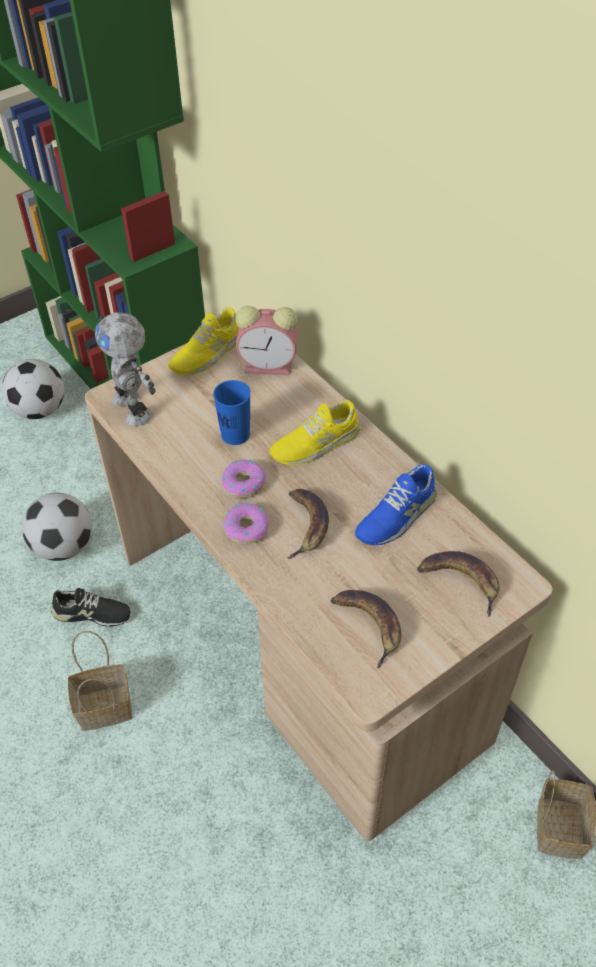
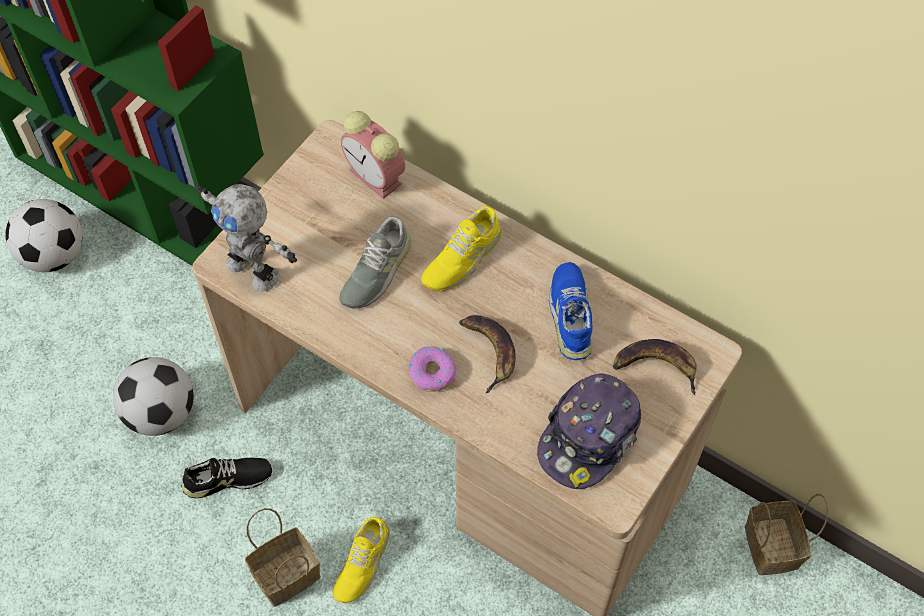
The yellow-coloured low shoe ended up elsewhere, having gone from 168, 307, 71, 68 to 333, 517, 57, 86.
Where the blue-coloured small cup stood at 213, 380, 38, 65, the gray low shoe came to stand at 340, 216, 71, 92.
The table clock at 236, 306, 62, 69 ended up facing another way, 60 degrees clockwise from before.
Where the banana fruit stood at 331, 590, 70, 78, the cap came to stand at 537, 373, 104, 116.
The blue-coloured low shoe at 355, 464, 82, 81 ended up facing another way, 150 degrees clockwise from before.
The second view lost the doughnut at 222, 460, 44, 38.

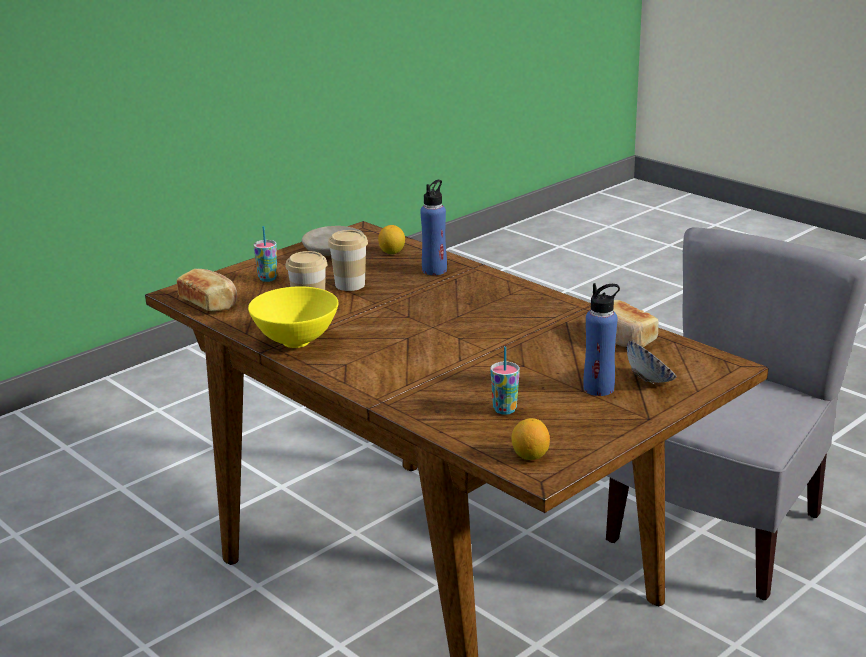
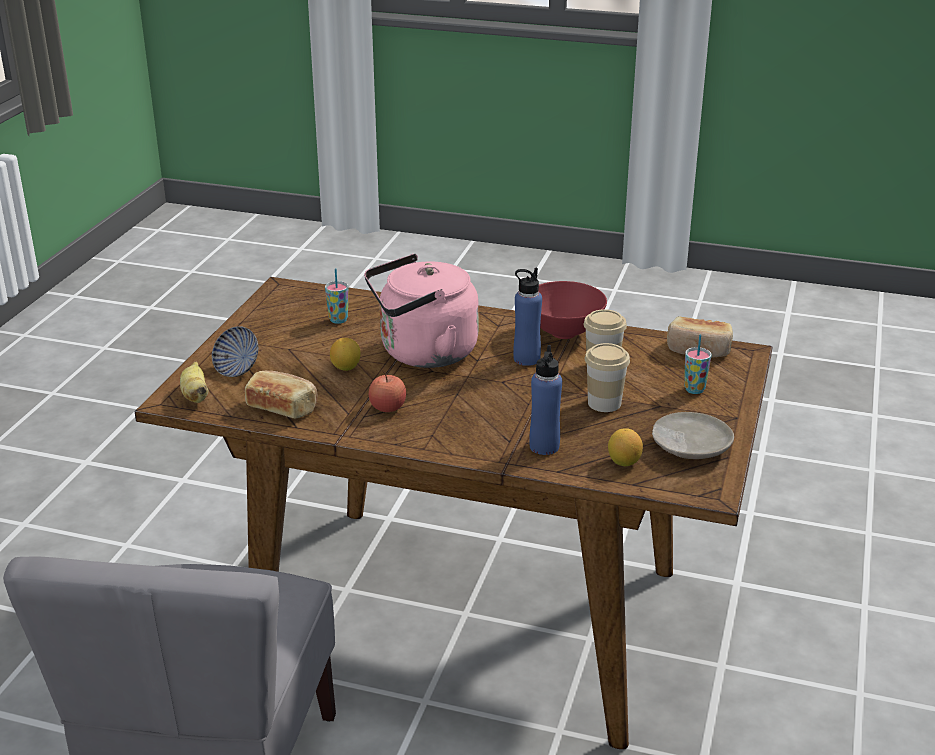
The second view gained the banana fruit at 180, 361, 28, 42.
The lemon ended up elsewhere, having gone from 512, 418, 38, 42 to 330, 338, 31, 33.
The second view gained the pinkish kettle at 364, 254, 115, 114.
The second view gained the apple fruit at 369, 371, 37, 41.
The blue-coloured drink bottle ended up elsewhere, having gone from 583, 283, 37, 113 to 513, 268, 29, 98.
What was the yellow-coloured bowl at 248, 286, 91, 62 turned into the red bowl at 538, 281, 69, 58.

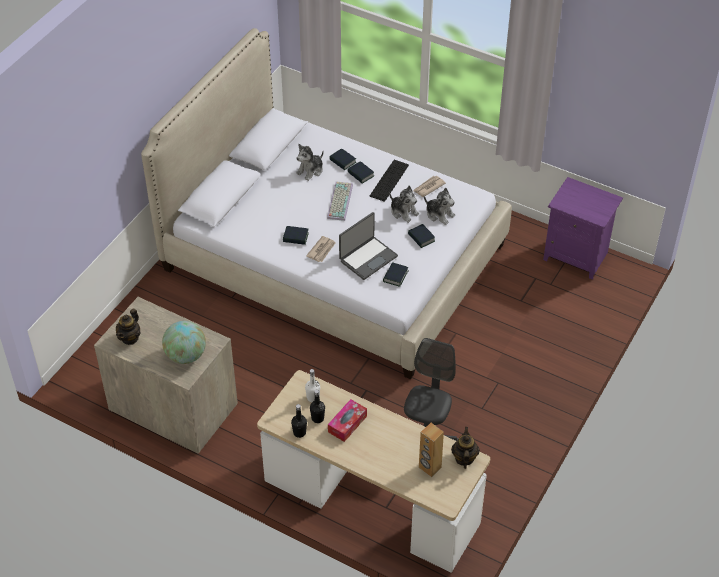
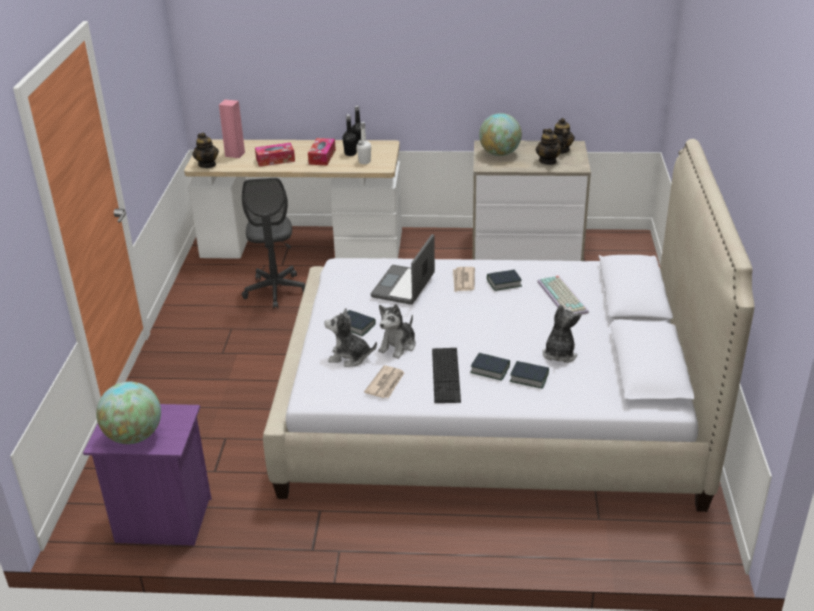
The second view gained the desk globe at 96, 382, 65, 62.
What was the brown loudspeaker at 419, 423, 25, 54 turned into the pinkish loudspeaker at 219, 99, 26, 59.
The second view gained the tissue box at 255, 143, 40, 24.
The soft toy at 389, 186, 30, 37 ended up facing another way, 75 degrees counterclockwise from before.
The second view gained the pot for tea at 536, 128, 26, 37.
The keyboard ended up elsewhere, having gone from 327, 181, 26, 40 to 537, 276, 52, 39.
The second view lost the volume at 383, 262, 25, 25.

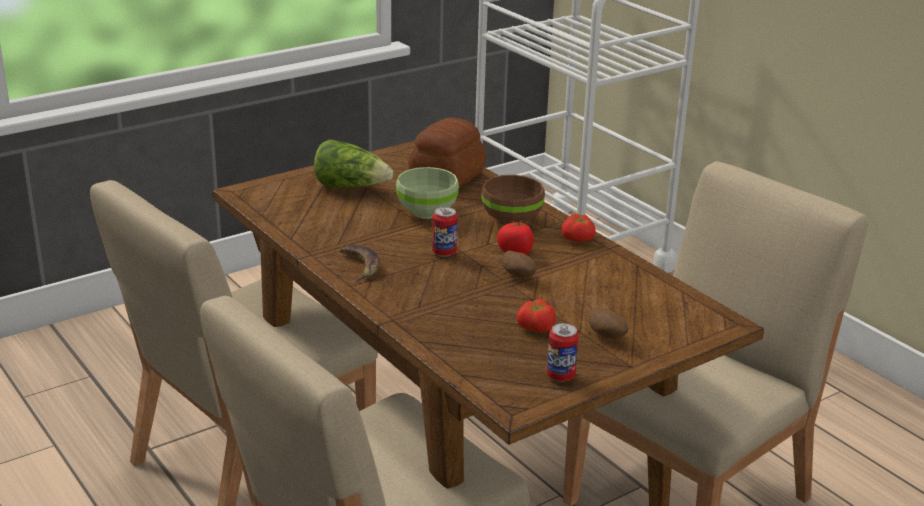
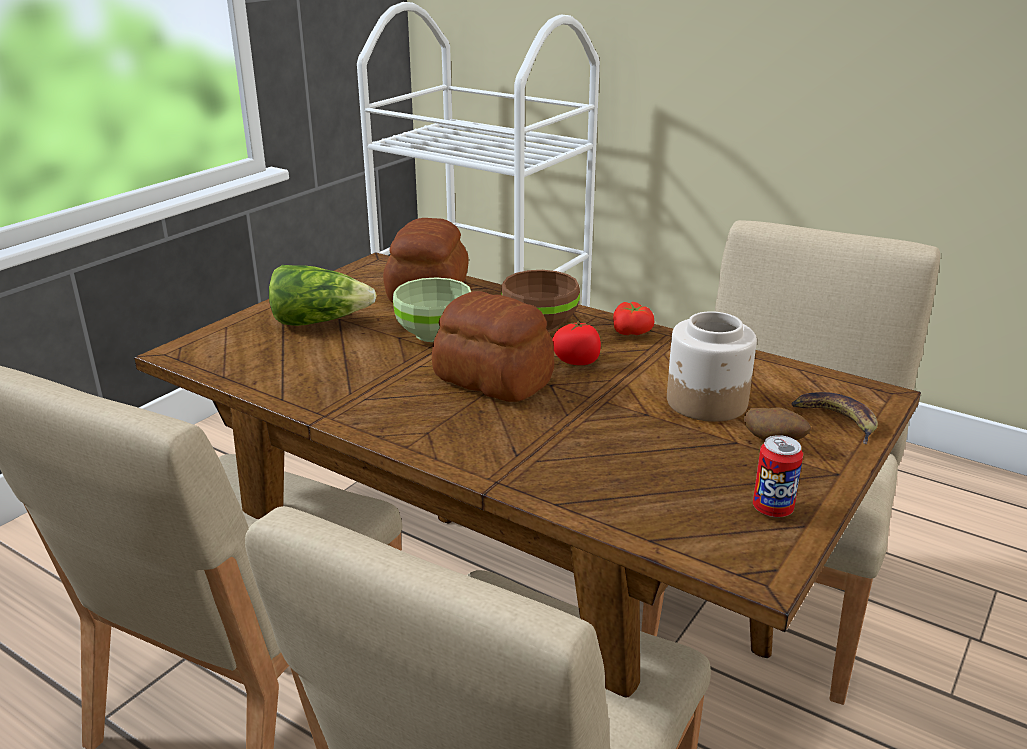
Where the can stood at 432, 207, 26, 50, the bakery bread came to stand at 432, 291, 122, 111.
The second view gained the jar at 667, 311, 90, 111.
The banana fruit ended up elsewhere, having gone from 340, 245, 40, 38 to 792, 392, 86, 52.
The second view lost the whole potato at 502, 250, 35, 28.
The second view lost the whole tomato at 517, 299, 39, 33.

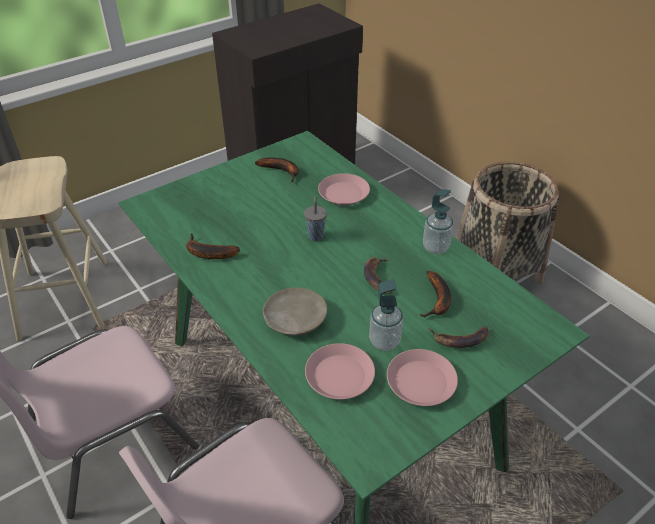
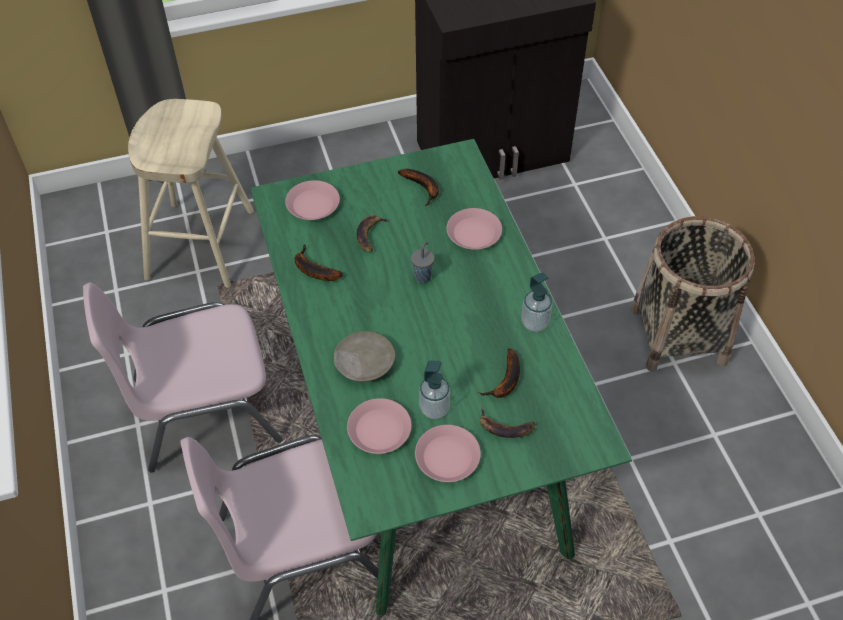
The second view gained the pinkish flat dish at 285, 180, 55, 40.
The banana fruit ended up elsewhere, having gone from 364, 257, 28, 37 to 357, 215, 34, 38.

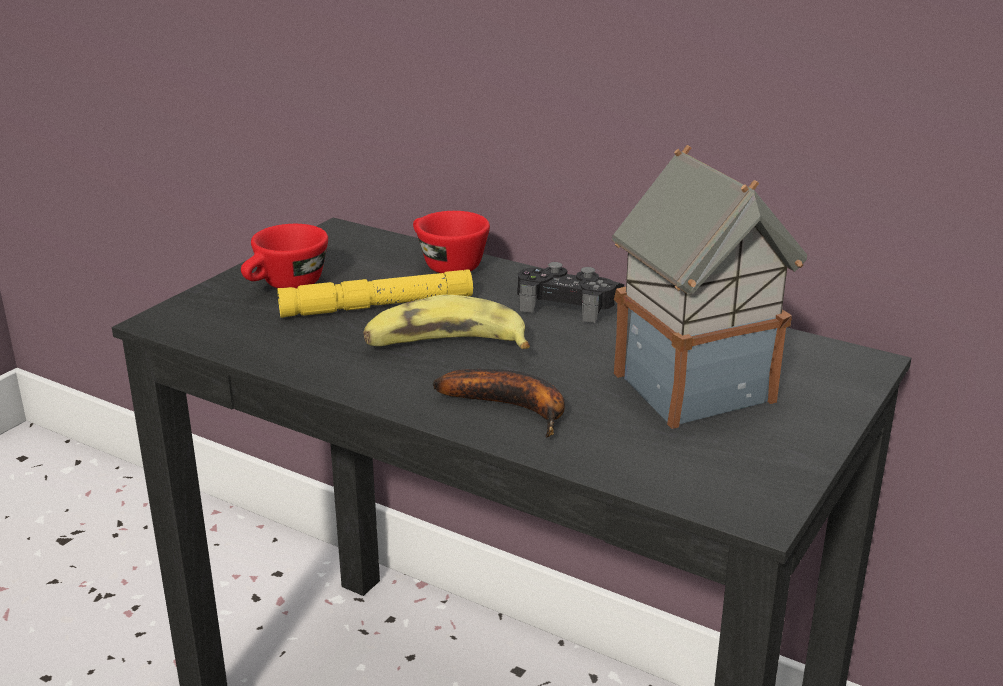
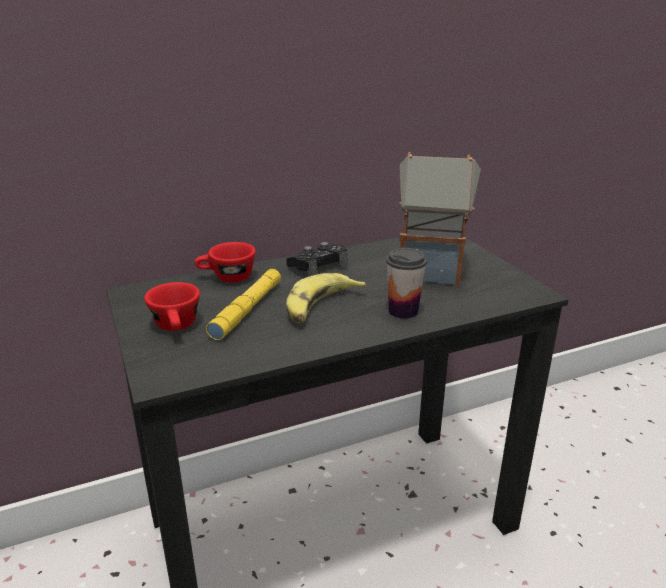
Where the banana fruit stood at 433, 369, 132, 69, the small cup came to stand at 386, 248, 41, 71.

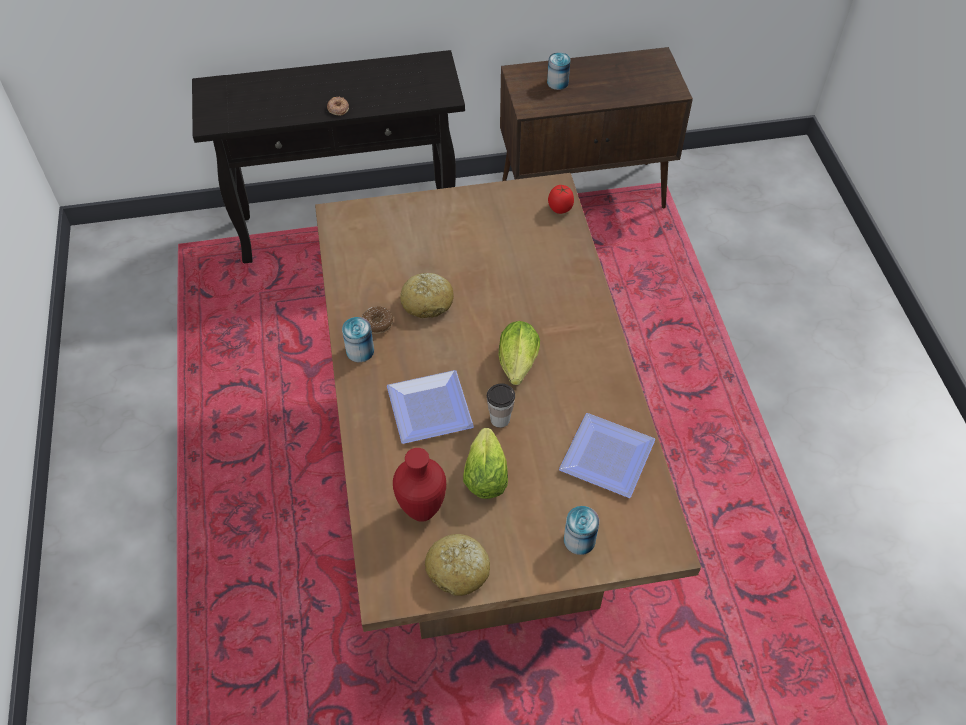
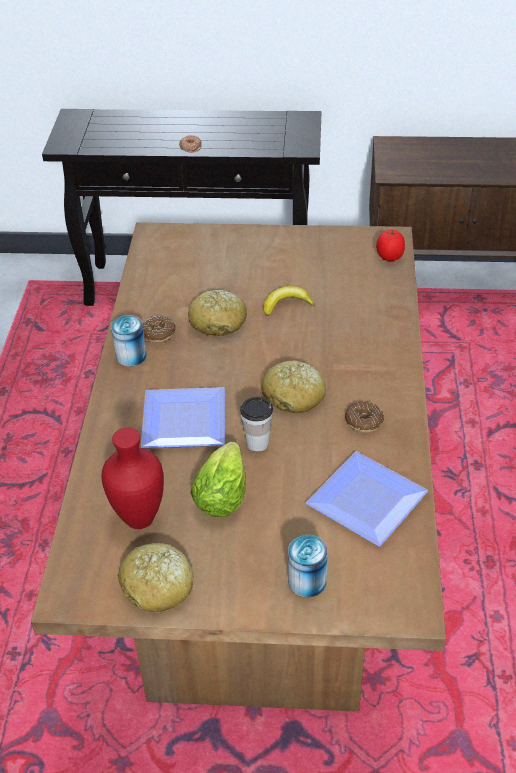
Where the lettuce stood at 499, 321, 41, 64, the bakery bread came to stand at 262, 360, 64, 53.
The second view gained the banana fruit at 264, 286, 51, 30.
The second view gained the doughnut at 345, 401, 39, 32.
The second view lost the can at 547, 52, 24, 38.

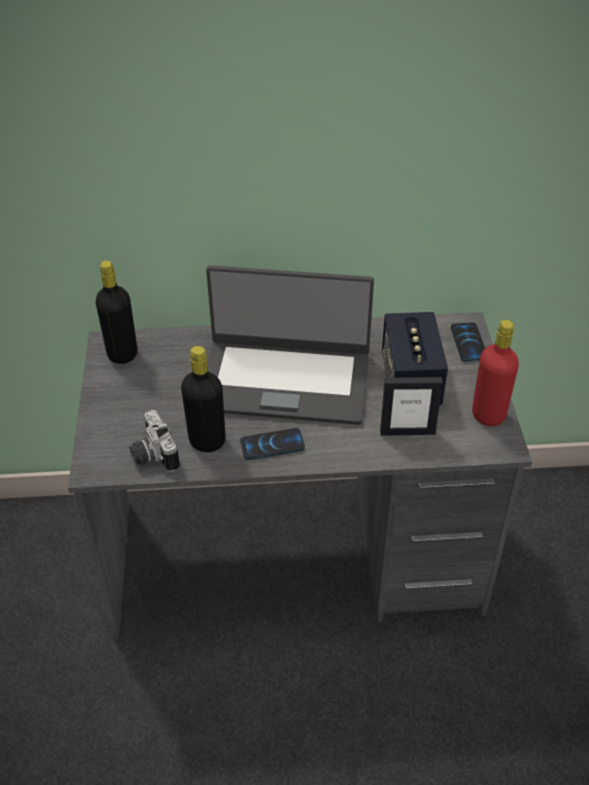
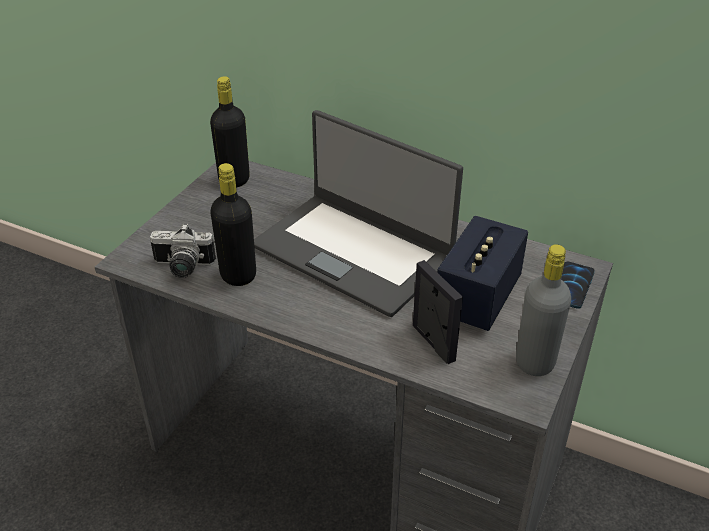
The still camera at 129, 410, 51, 62 ended up facing another way, 90 degrees counterclockwise from before.
The photo frame at 380, 377, 63, 59 ended up facing another way, 150 degrees counterclockwise from before.
What was the red drink bottle at 472, 320, 47, 106 turned into the gray drink bottle at 516, 244, 55, 132.
The second view lost the handset at 240, 428, 65, 32.

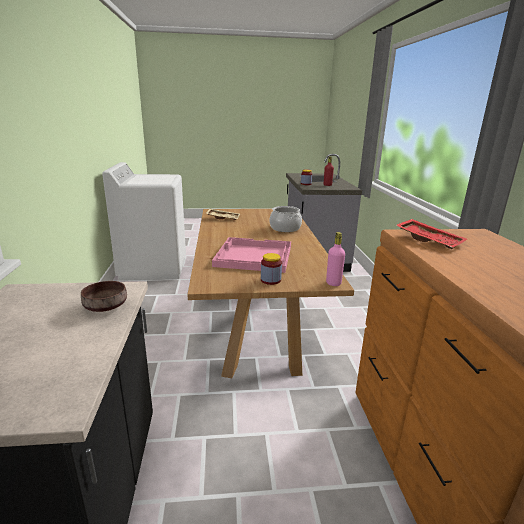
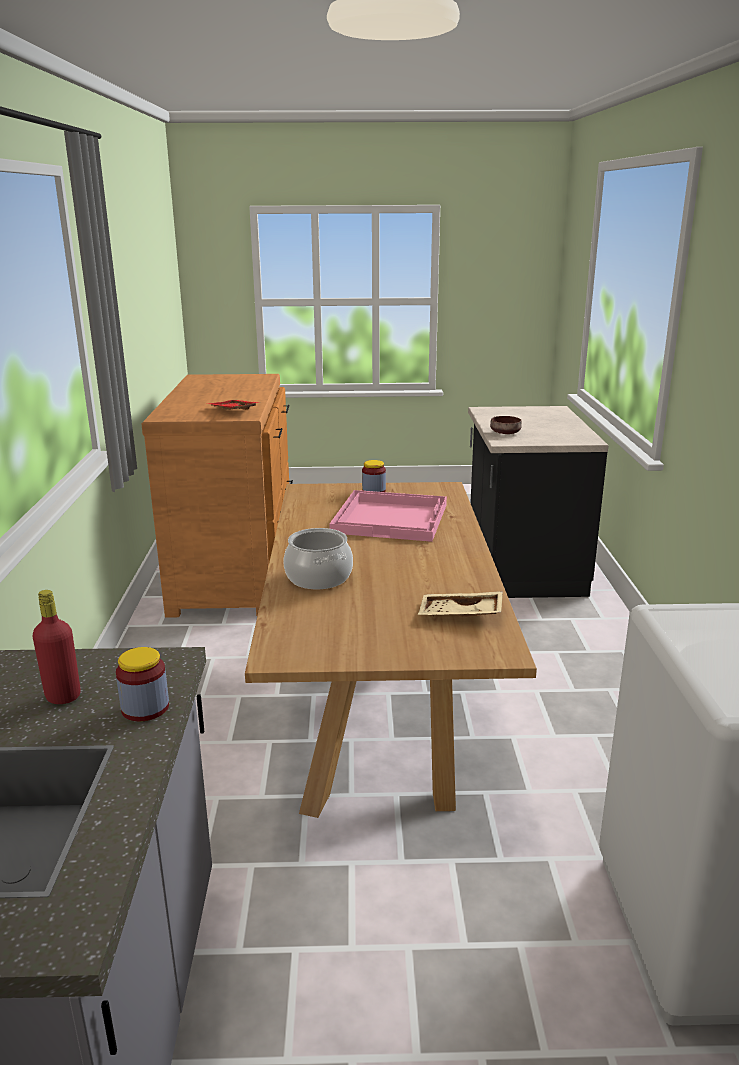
The second view lost the pinkish drink bottle at 326, 232, 19, 54.

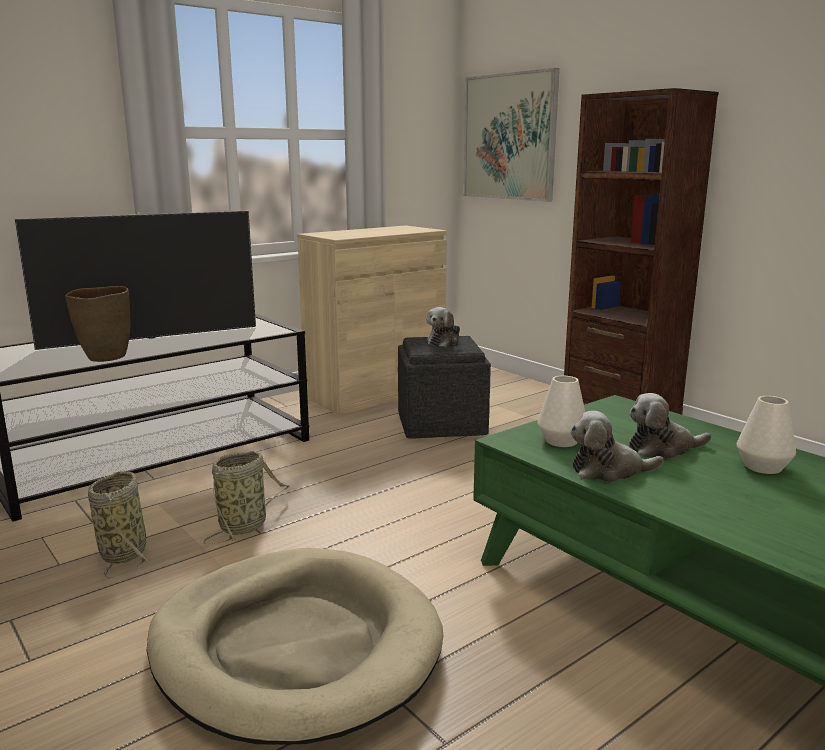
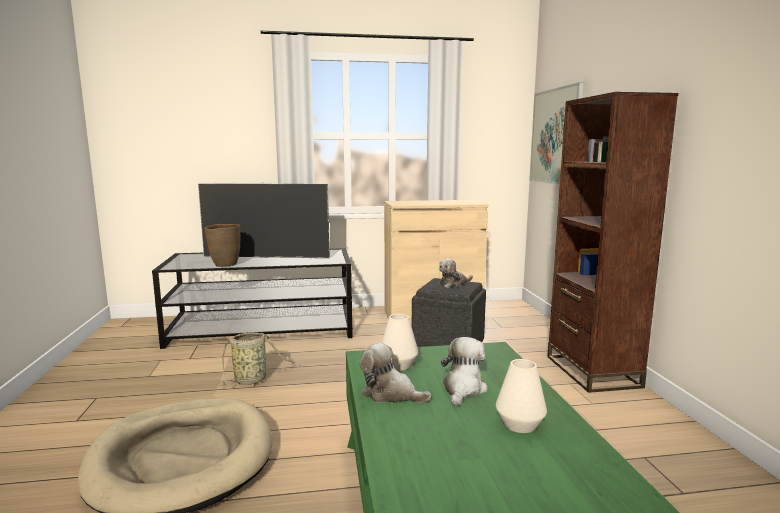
The soft toy at 629, 393, 82, 66 ended up facing another way, 90 degrees clockwise from before.
The second view lost the household basket at 88, 471, 61, 107.

